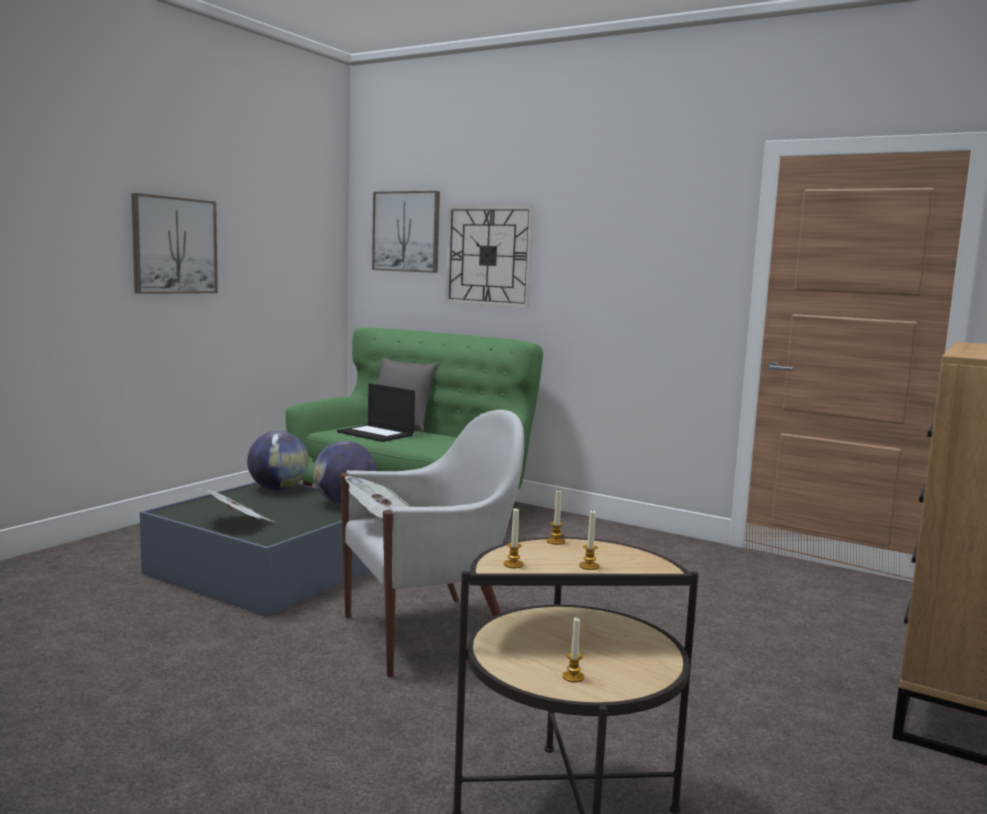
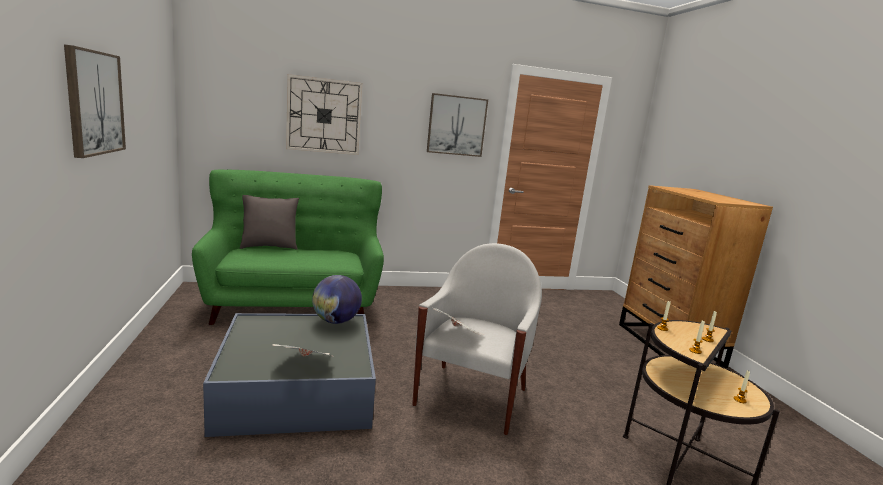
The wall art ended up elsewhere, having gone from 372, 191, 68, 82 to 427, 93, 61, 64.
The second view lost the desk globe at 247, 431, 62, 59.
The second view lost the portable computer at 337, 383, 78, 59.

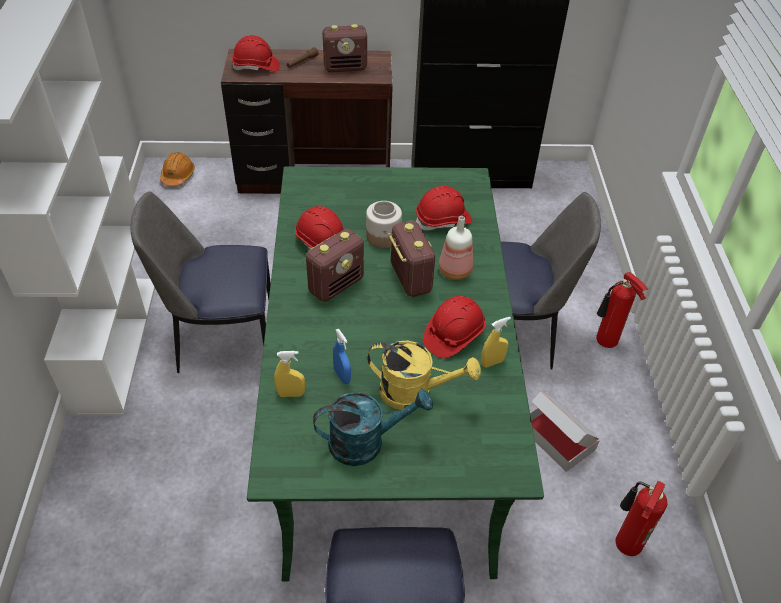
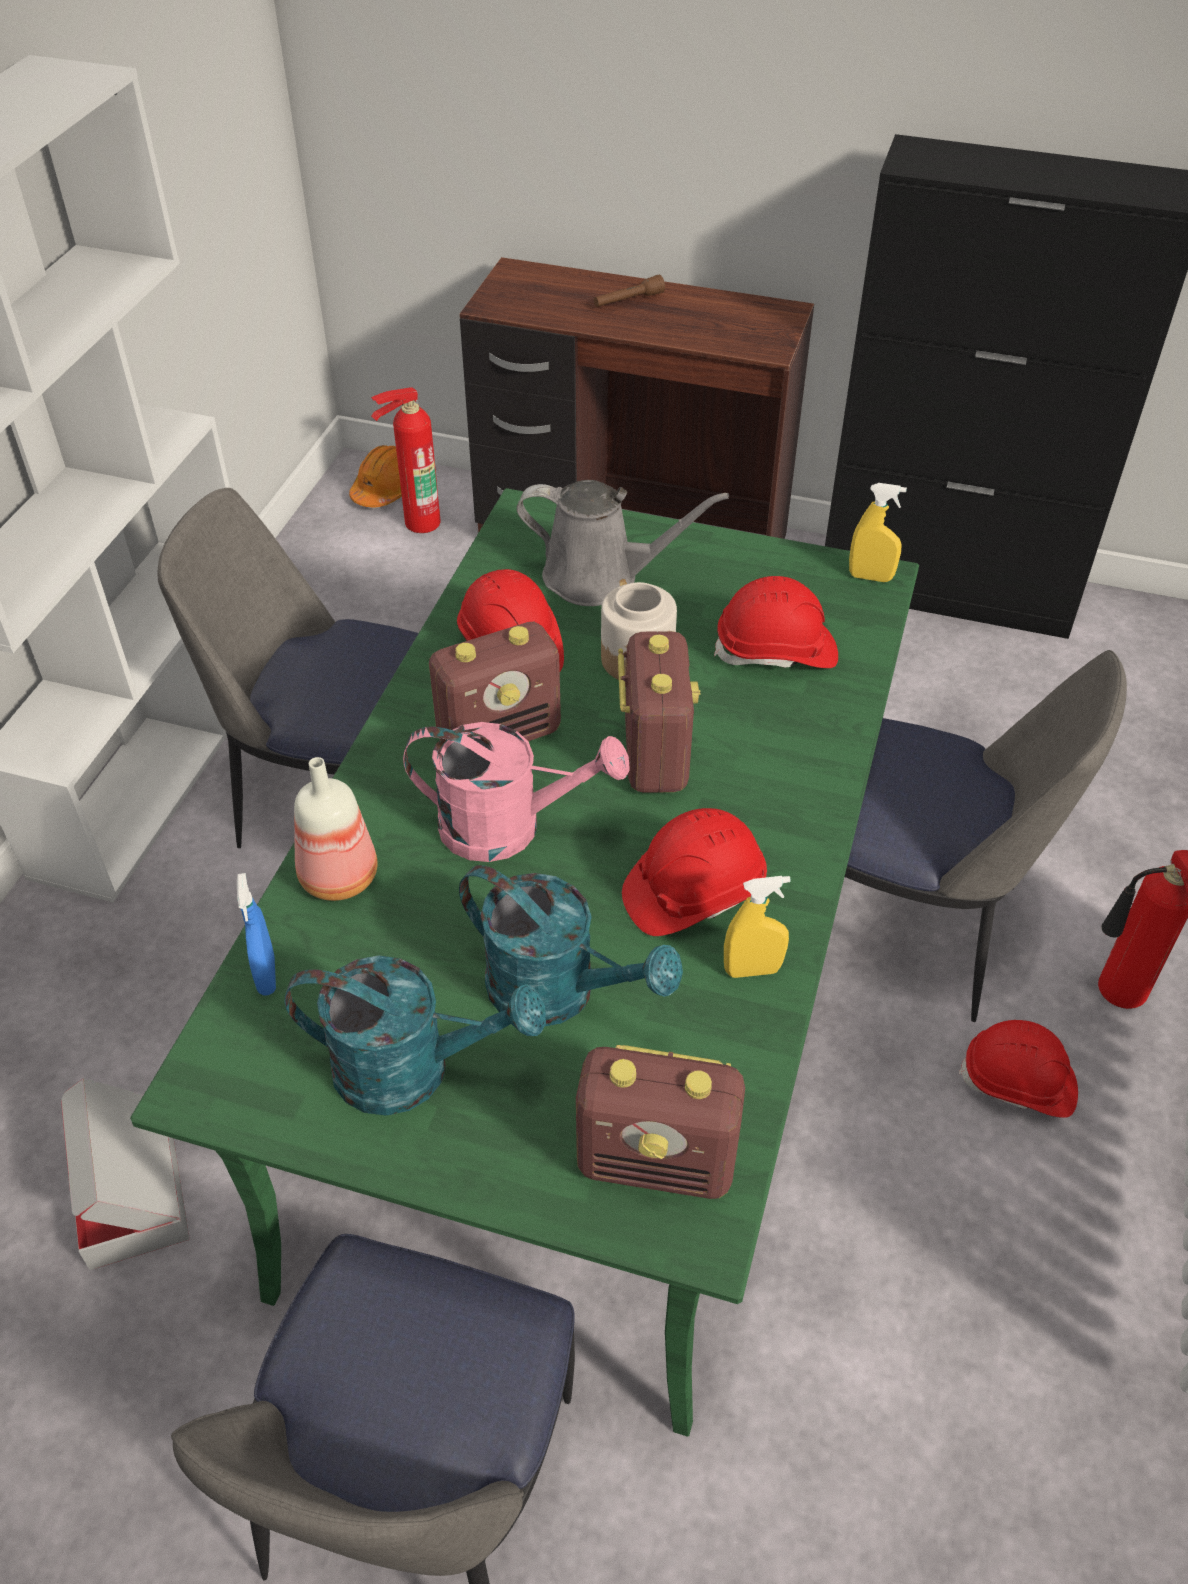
The cardboard box ended up elsewhere, having gone from 530, 391, 70, 81 to 61, 1078, 129, 192.
The blue-coloured sprayer ended up elsewhere, having gone from 333, 329, 18, 55 to 237, 873, 39, 123.
The drink bottle ended up elsewhere, having gone from 439, 216, 34, 64 to 294, 757, 84, 144.
The extinguisher ended up elsewhere, having gone from 615, 481, 52, 75 to 371, 387, 70, 146.
The second view gained the pinkish watering pot at 403, 722, 226, 140.
What was the yellow-coloured watering pot at 367, 341, 114, 69 turned into the turquoise watering pot at 459, 865, 224, 161.
The second view gained the gray watering pot at 516, 480, 213, 126.
The radio ended up elsewhere, having gone from 322, 24, 45, 48 to 576, 1045, 169, 154.
The yellow-coloured sprayer ended up elsewhere, having gone from 274, 351, 31, 46 to 849, 483, 58, 99.
The red work helmet ended up elsewhere, having gone from 232, 35, 48, 37 to 959, 1020, 119, 98.

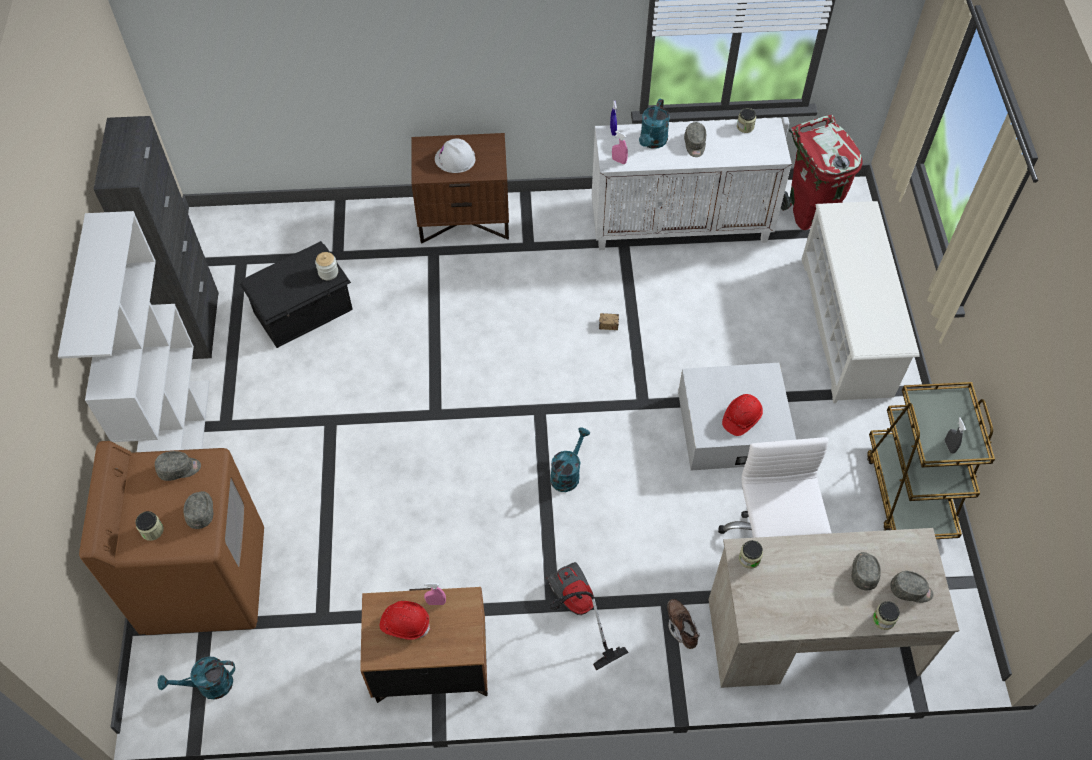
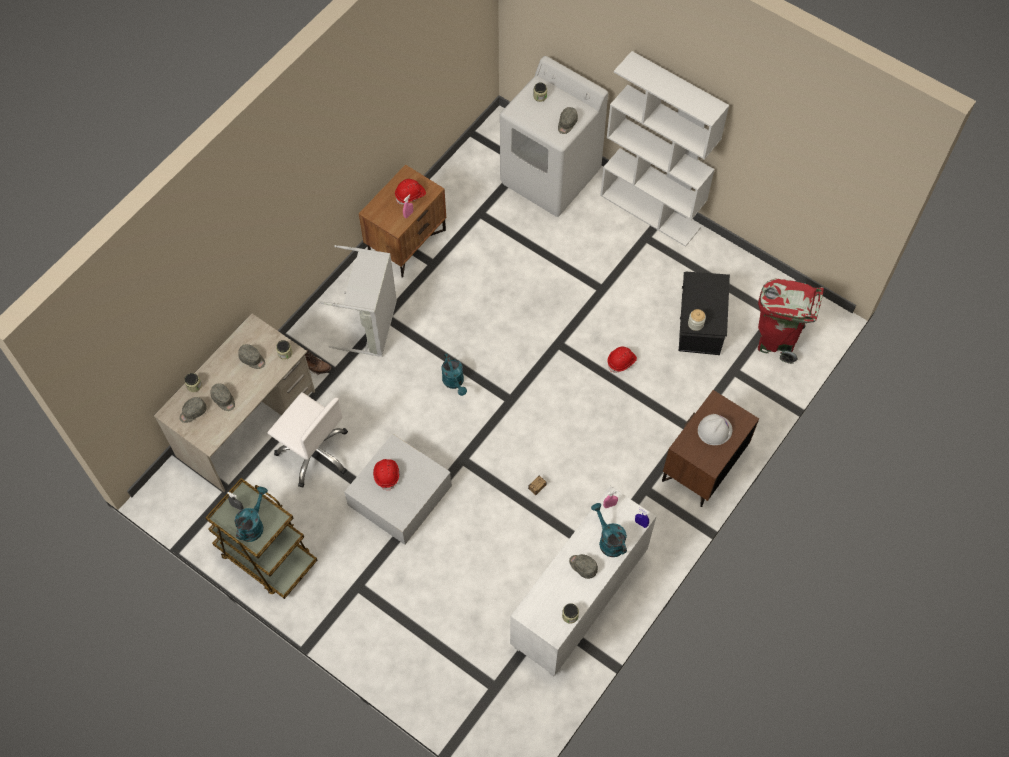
The turquoise watering pot ended up elsewhere, having gone from 158, 656, 77, 43 to 235, 487, 33, 55.
The gray cap ended up elsewhere, having gone from 183, 491, 30, 38 to 238, 344, 27, 25.
Where the vacuum cleaner stood at 546, 562, 83, 109, the gray laundry basket came to stand at 318, 245, 79, 112.
What was the brown washing machine at 79, 441, 185, 194 turned into the whitish washing machine at 500, 56, 108, 161.
The second view gained the red work helmet at 607, 346, 30, 27.
The red waste bin ended up elsewhere, having gone from 781, 115, 81, 115 to 758, 279, 66, 85.
The second view lost the black-coloured cupboard at 94, 116, 125, 243.
The second view lost the whitish shoe shelf at 802, 201, 118, 202.

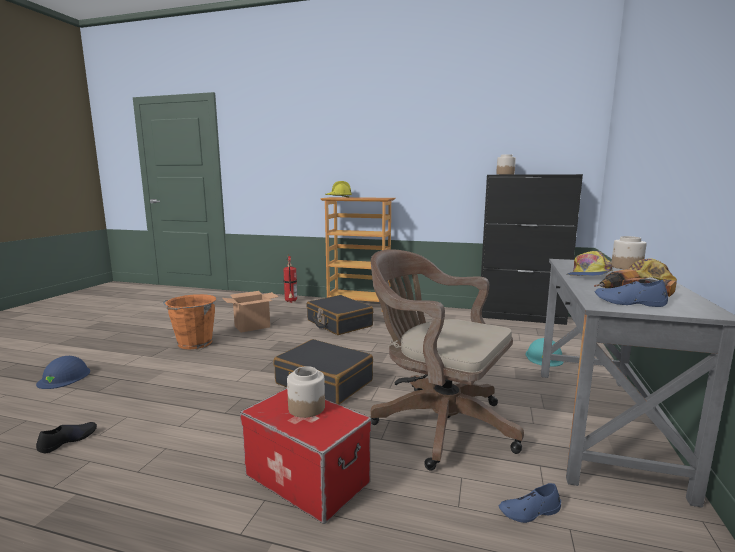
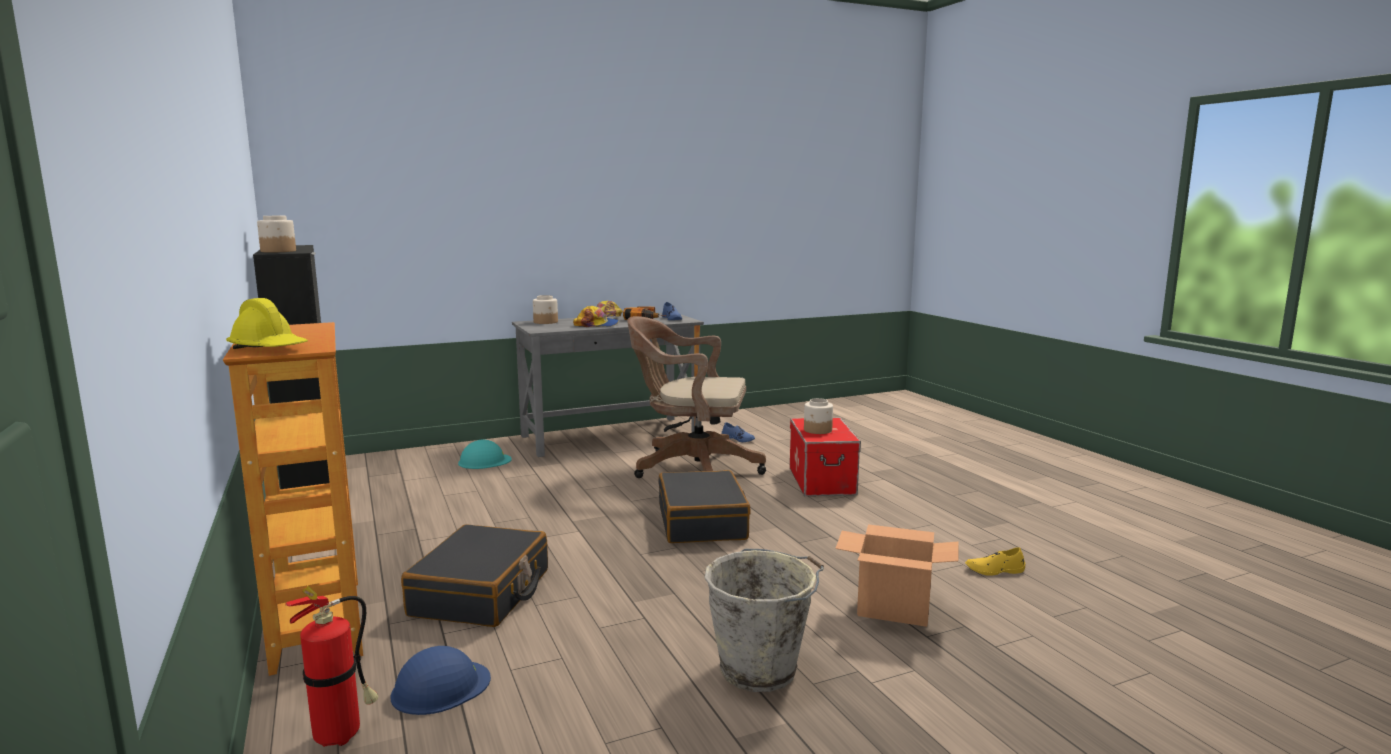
The blue-coloured work helmet ended up elsewhere, having gone from 36, 356, 54, 33 to 390, 646, 101, 69.
The brown computer chair at 370, 249, 154, 222 ended up facing another way, 105 degrees clockwise from before.
What was the orange pail at 163, 294, 53, 55 turned into the gray pail at 705, 549, 119, 143.
The cardboard box ended up elsewhere, having gone from 223, 291, 56, 42 to 835, 524, 124, 103.
What was the black-coloured low shoe at 36, 422, 61, 31 turned into the yellow-coloured low shoe at 965, 547, 60, 29.

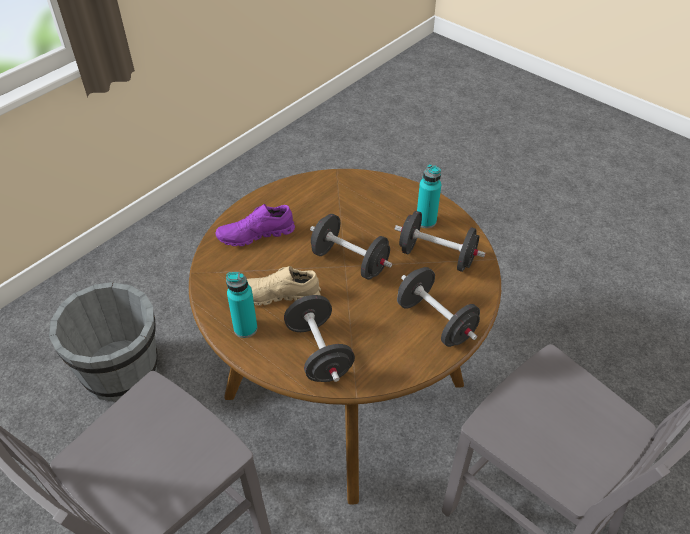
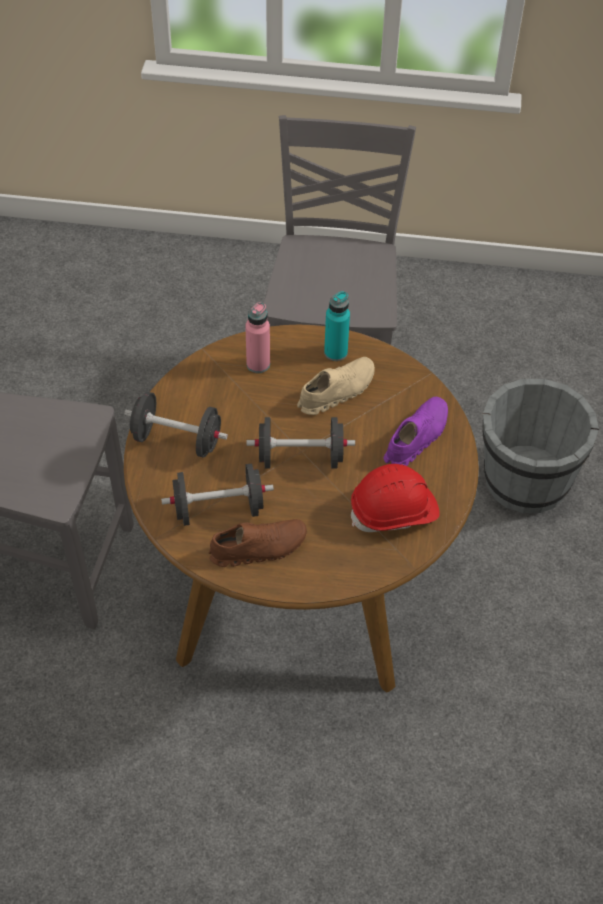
Where the turquoise drink bottle stood at 417, 164, 24, 64, the brown low shoe came to stand at 209, 519, 98, 48.
Where the black-coloured free weight stood at 284, 295, 71, 87, the pinkish drink bottle came to stand at 245, 302, 25, 71.
The second view gained the red work helmet at 351, 464, 89, 68.

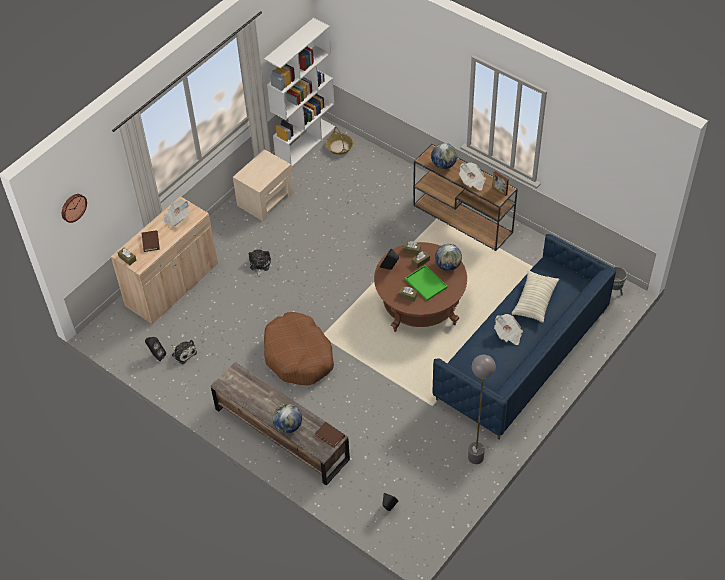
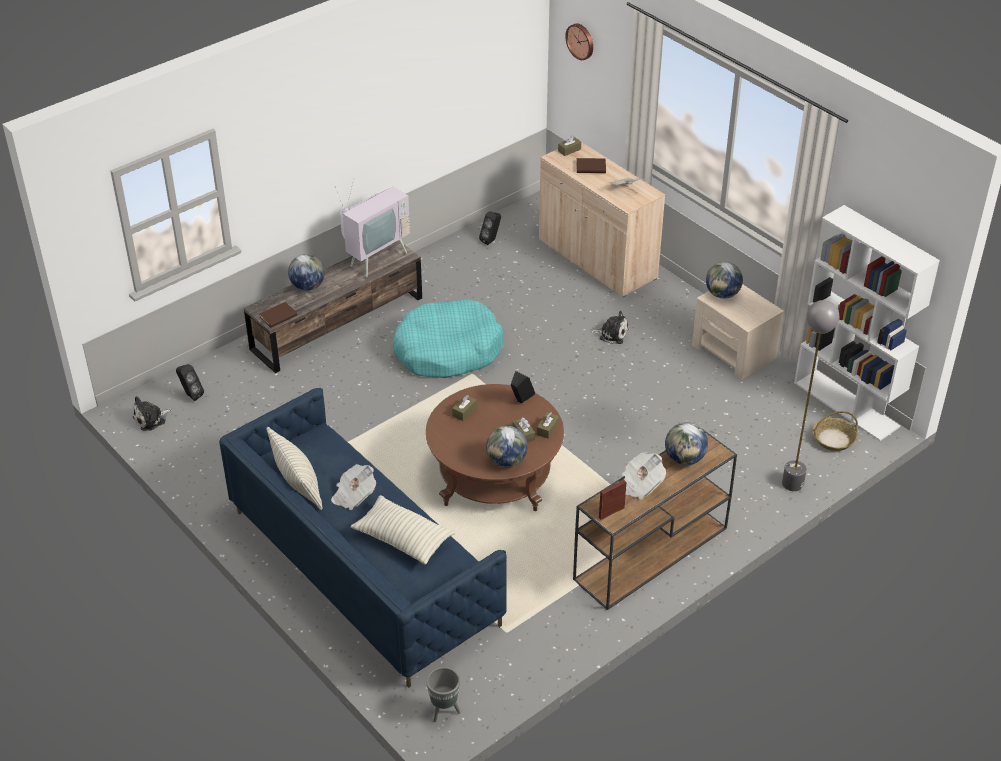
The soft toy ended up elsewhere, having gone from 171, 340, 26, 24 to 133, 396, 38, 35.
The second view gained the pillow at 267, 427, 56, 83.
The second view gained the TV at 335, 186, 75, 91.
What was the brown dog cushion at 264, 312, 70, 73 turned into the turquoise dog cushion at 393, 299, 110, 79.
The second view gained the desk globe at 706, 262, 37, 37.
The gray standing lamp ended up elsewhere, having gone from 468, 355, 28, 109 to 782, 300, 58, 191.
The second view lost the green serving tray at 405, 265, 43, 36.

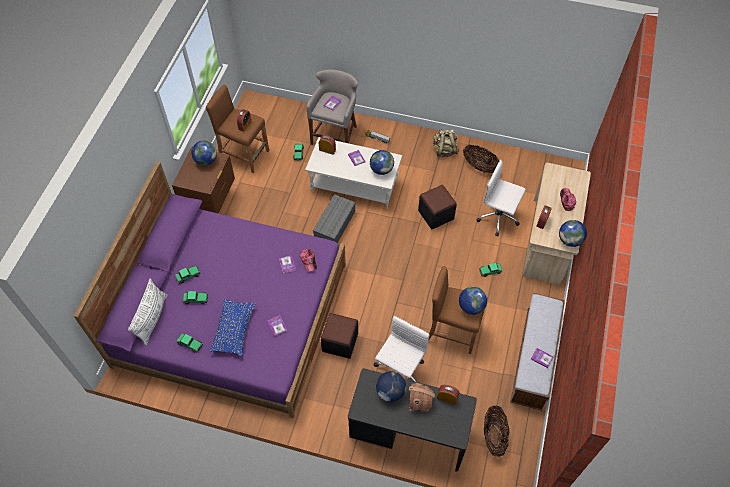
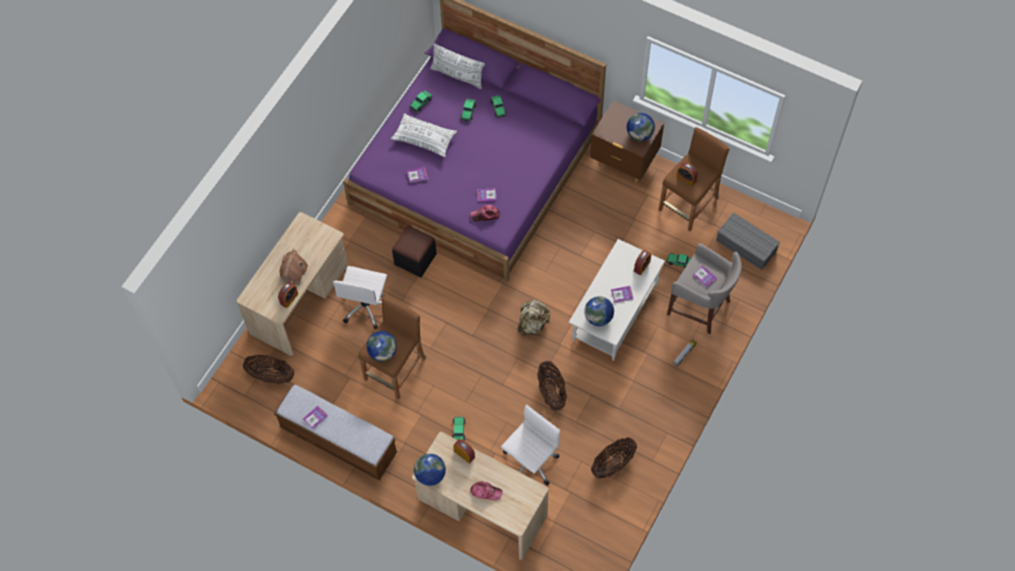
What was the black-coloured desk at 348, 369, 129, 103 turned into the beige-coloured desk at 236, 212, 112, 144.
The whitish computer chair at 374, 316, 56, 66 ended up facing another way, 60 degrees clockwise from before.
What was the blue-coloured pillow at 209, 299, 46, 58 turned into the whitish pillow at 391, 113, 66, 44.
The beige-coloured backpack ended up elsewhere, having gone from 433, 129, 26, 28 to 518, 300, 32, 36.
Where the black-coloured ottoman stood at 418, 185, 39, 44, the household basket came to stand at 537, 361, 30, 49.
The gray storage bin ended up elsewhere, having gone from 313, 194, 43, 49 to 716, 213, 64, 57.
The second view lost the desk globe at 376, 371, 30, 31.

